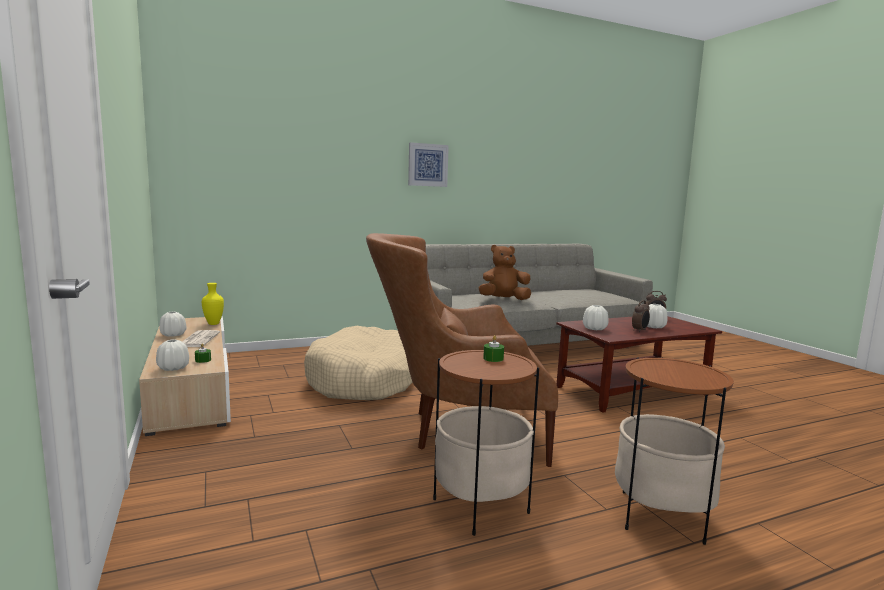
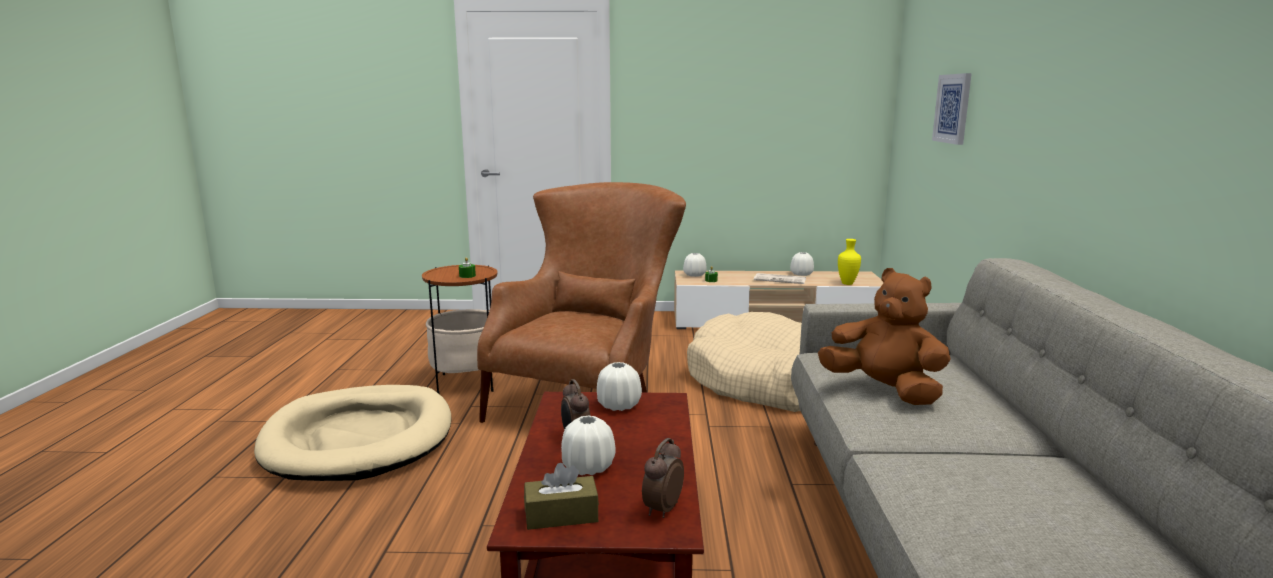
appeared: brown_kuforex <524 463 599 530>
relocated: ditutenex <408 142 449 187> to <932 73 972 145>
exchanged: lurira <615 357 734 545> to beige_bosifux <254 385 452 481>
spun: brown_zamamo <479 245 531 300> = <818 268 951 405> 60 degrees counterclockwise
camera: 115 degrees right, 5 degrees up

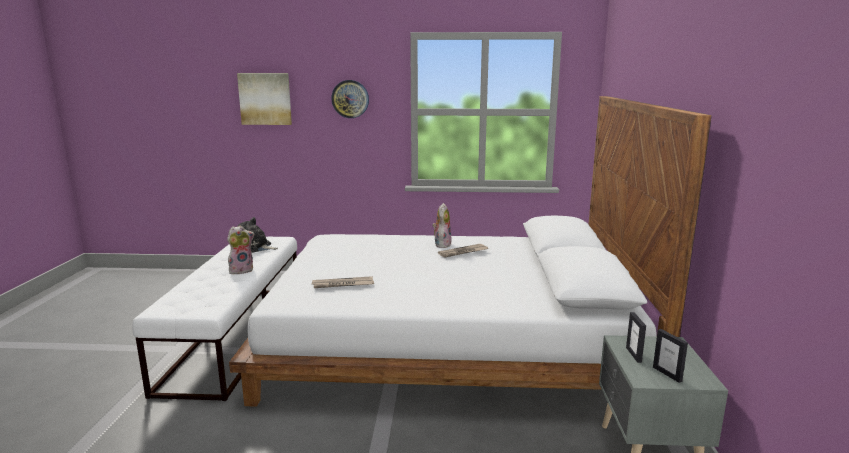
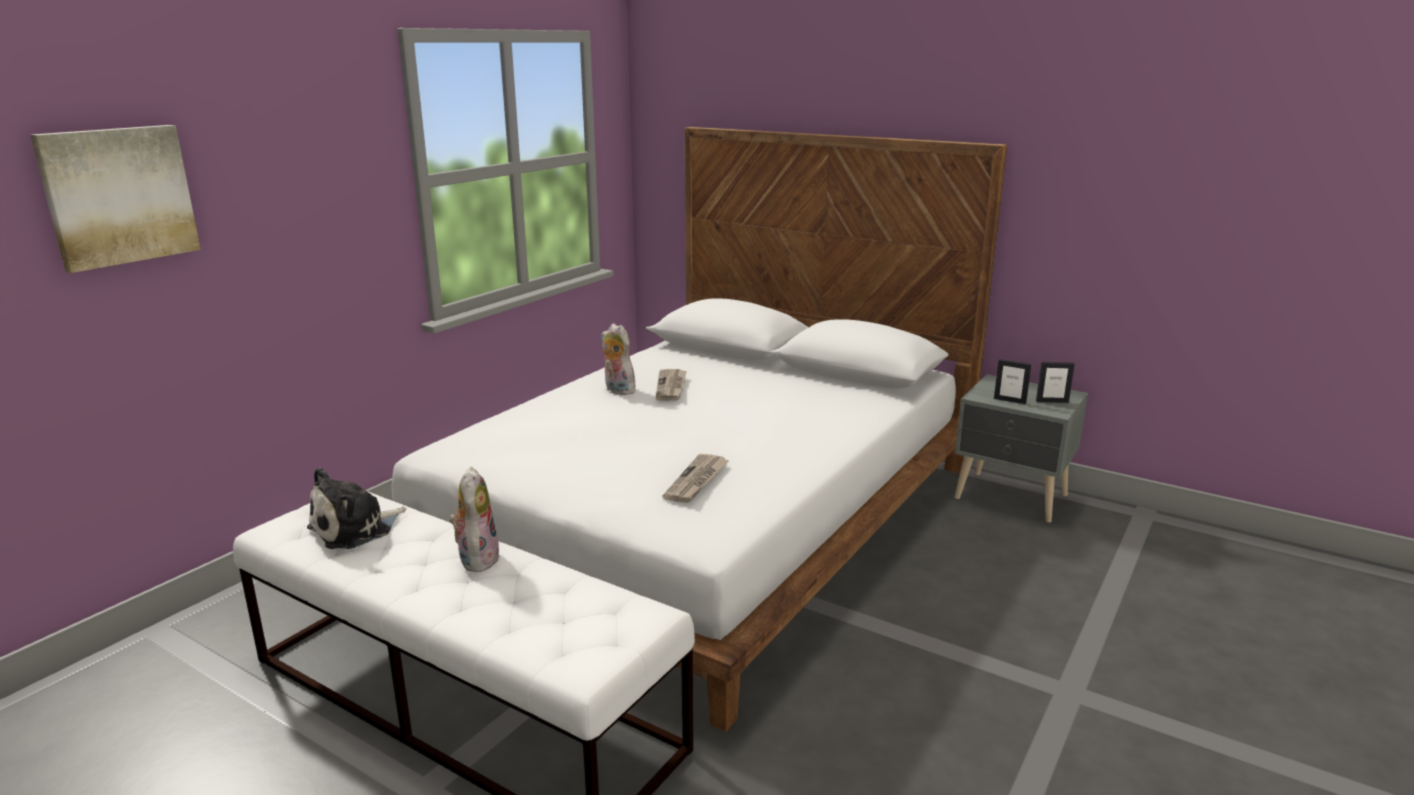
missing: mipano <331 80 369 118>
camera: 60 degrees left, 5 degrees up

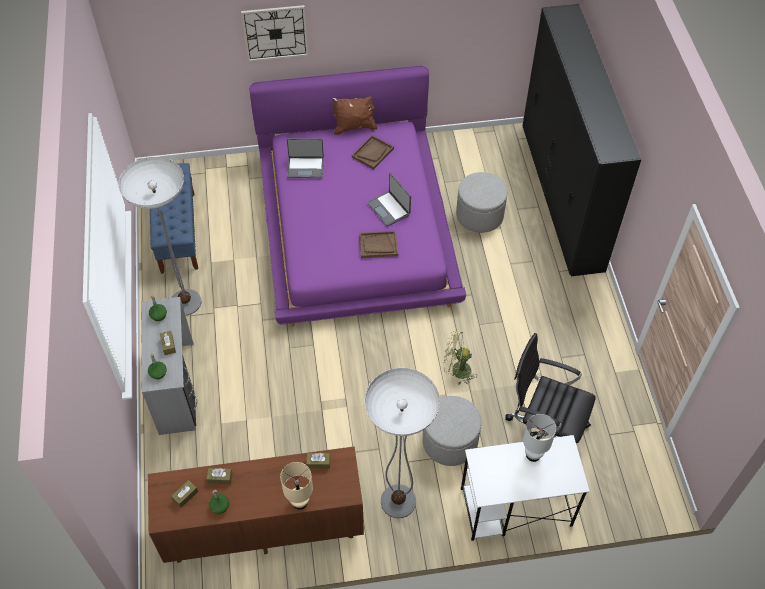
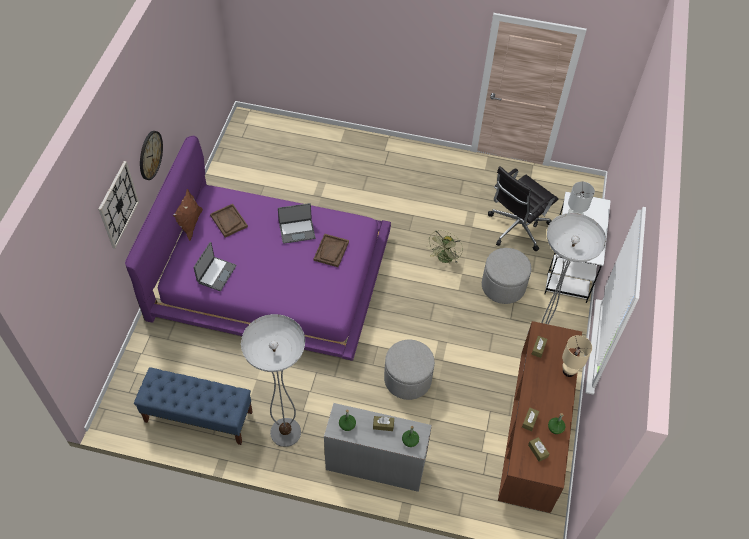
missing: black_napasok <522 4 641 276>
appeared: mipano <140 131 163 180>
relocated: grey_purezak <456 172 508 233> to <384 340 435 400>
camera: 70 degrees left, 0 degrees up

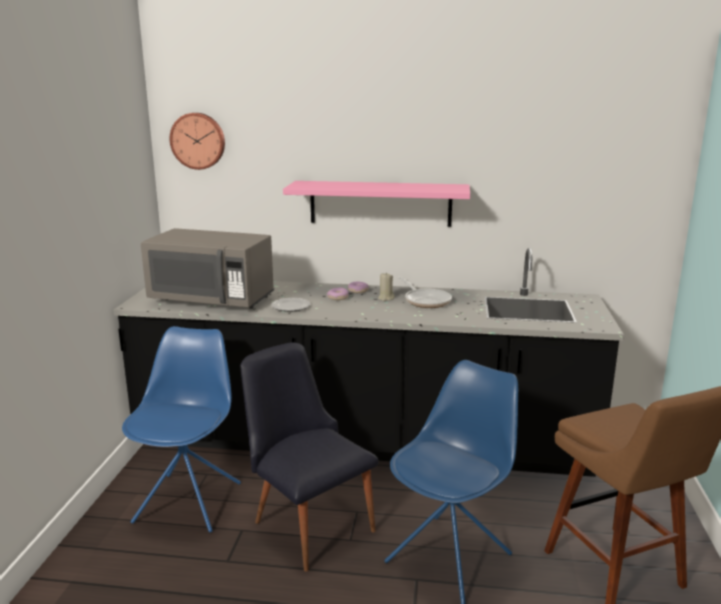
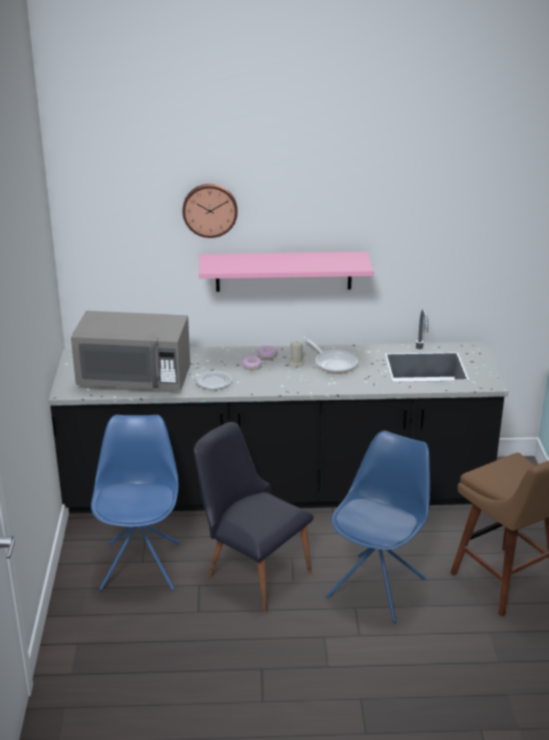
relocated: mipano <170 113 225 170> to <182 184 238 238>
camera: 10 degrees left, 10 degrees up

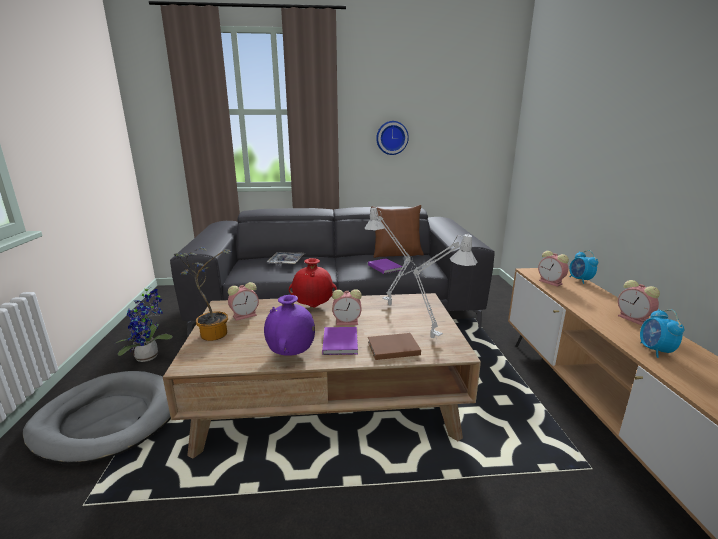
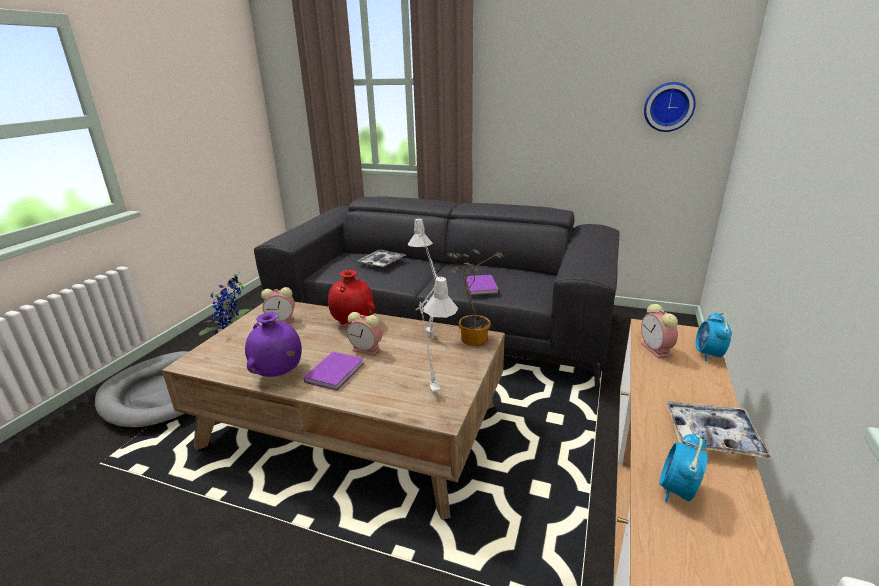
missing: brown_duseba <368 333 421 360>; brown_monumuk <371 205 424 258>
relocated: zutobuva <173 247 231 341> to <447 249 504 346>; mipano <376 121 409 155> to <644 82 696 132>
exchanged: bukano <618 280 660 325> to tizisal <667 401 771 459>
camera: 25 degrees right, 5 degrees up

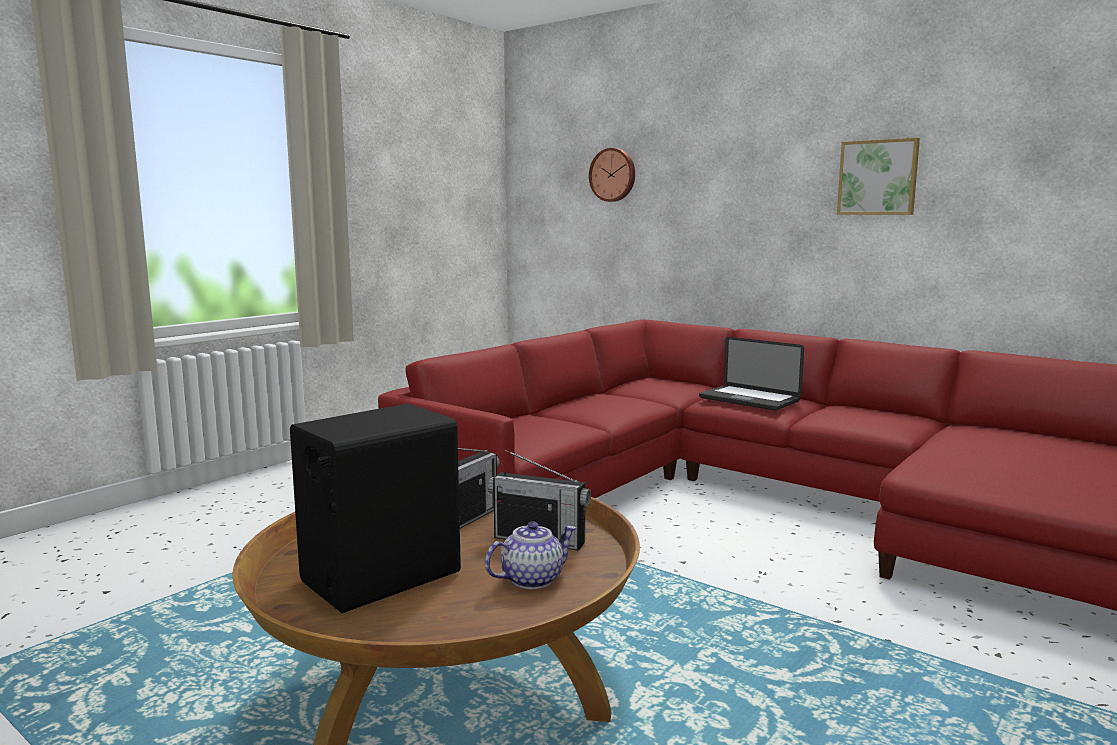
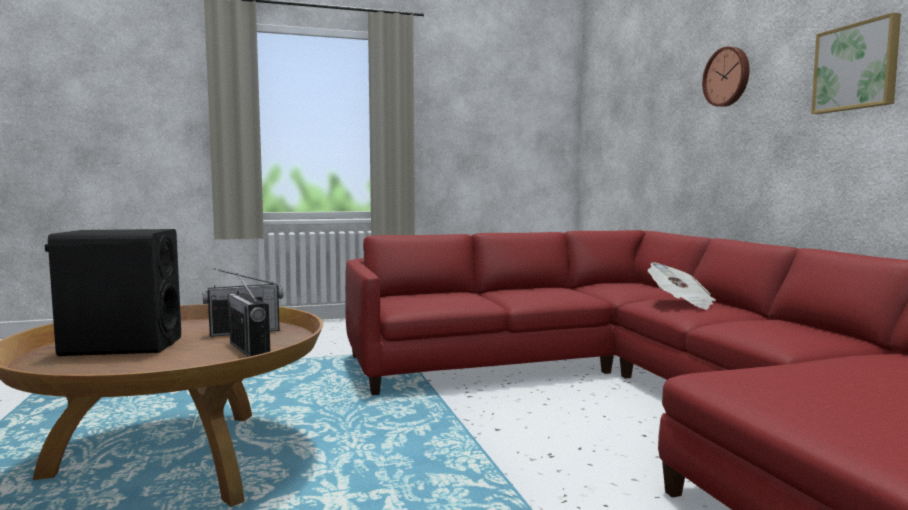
missing: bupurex <485 521 576 589>
relocated: mipano <589 148 635 202> to <702 46 749 107>
exchanged: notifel <699 337 804 411> to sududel <648 262 716 310>
camera: 35 degrees right, 5 degrees down

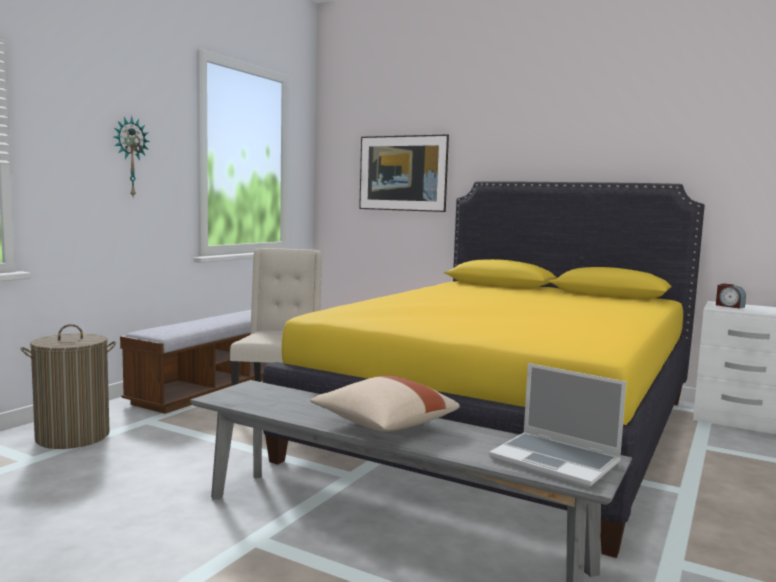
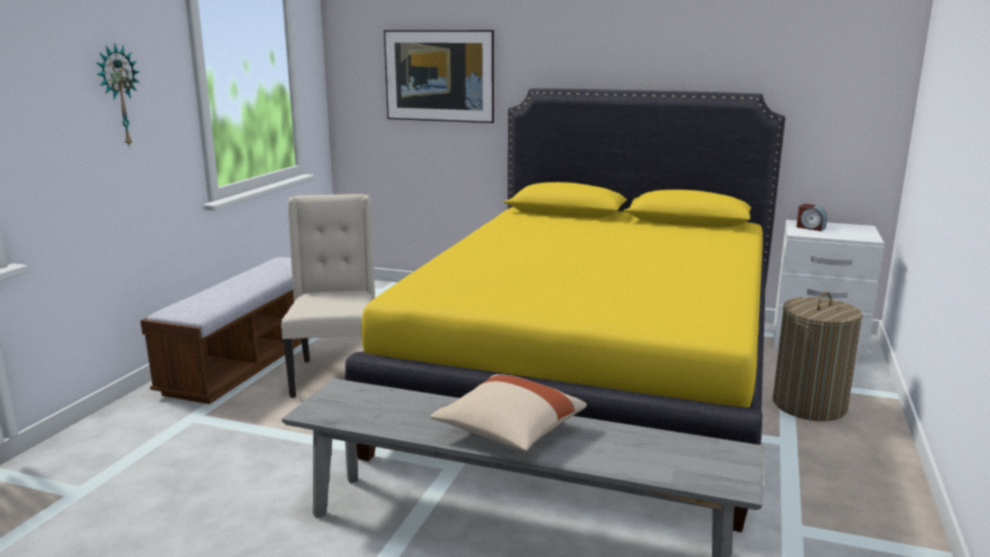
missing: notifel <489 363 626 488>
relocated: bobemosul <20 324 116 449> to <773 292 863 421>
camera: 10 degrees left, 10 degrees up

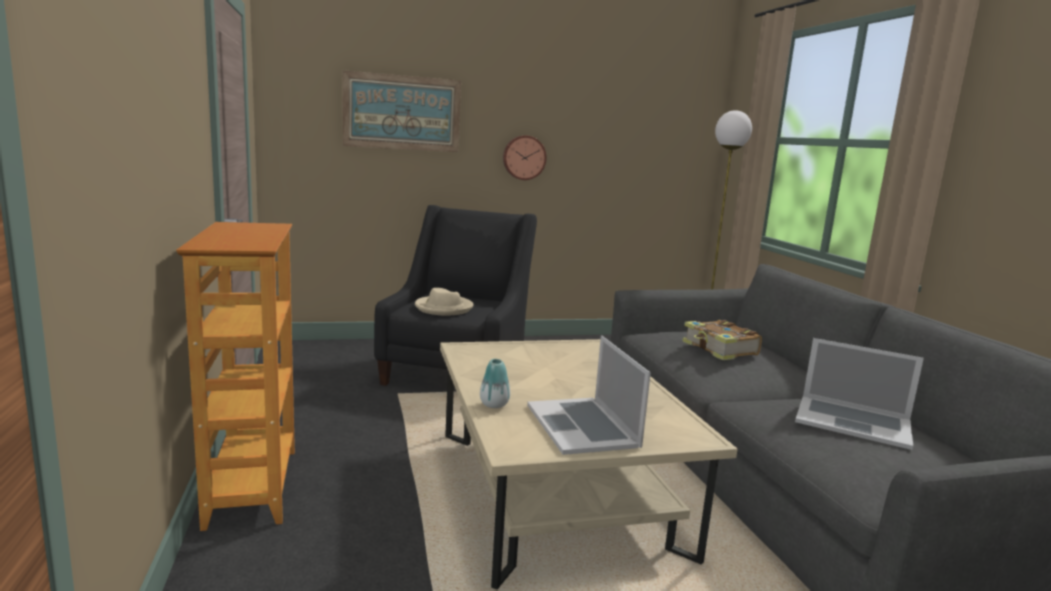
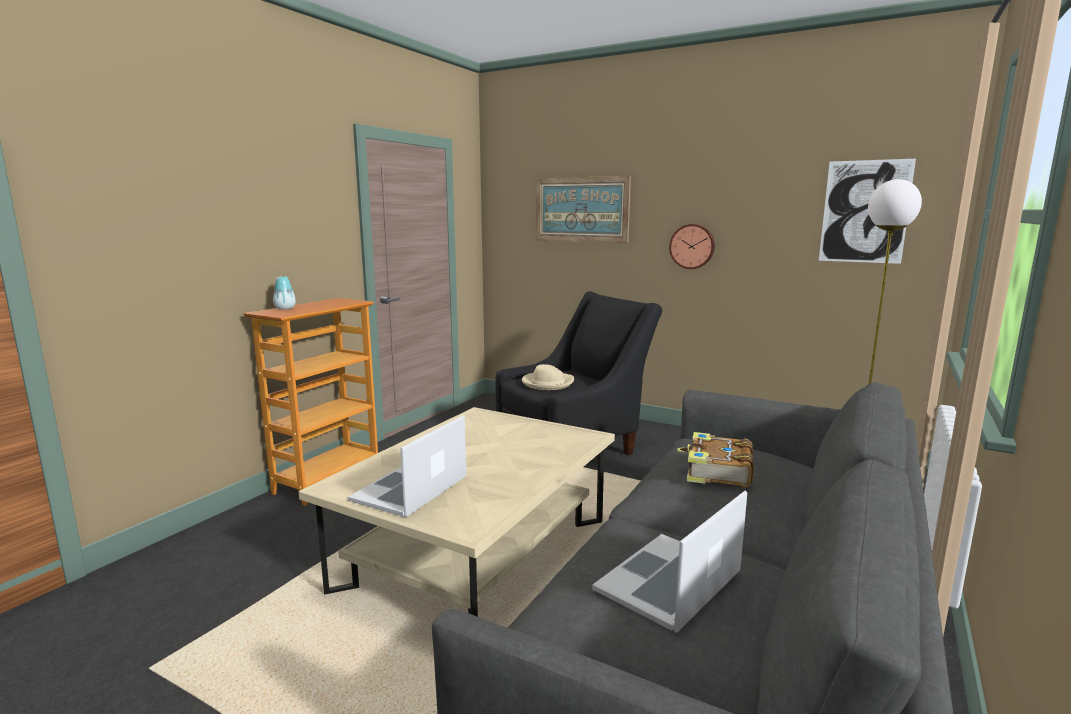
appeared: ditutenex <819 159 916 264>
relocated: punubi <480 359 510 408> to <273 276 296 310>
spun: notifel <795 338 924 450> = <592 491 747 633> 60 degrees clockwise
camera: 45 degrees right, 0 degrees up

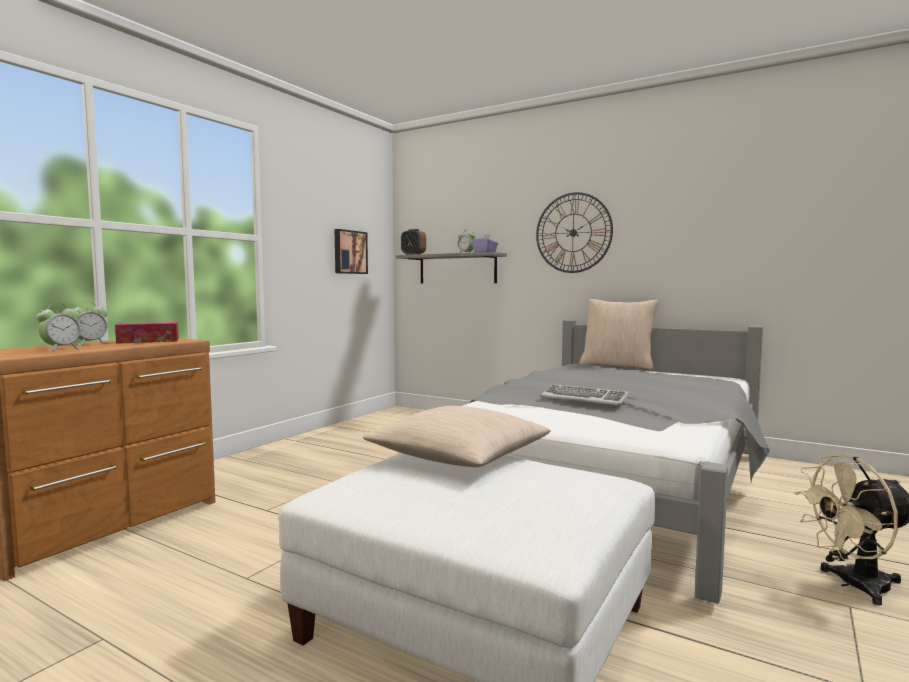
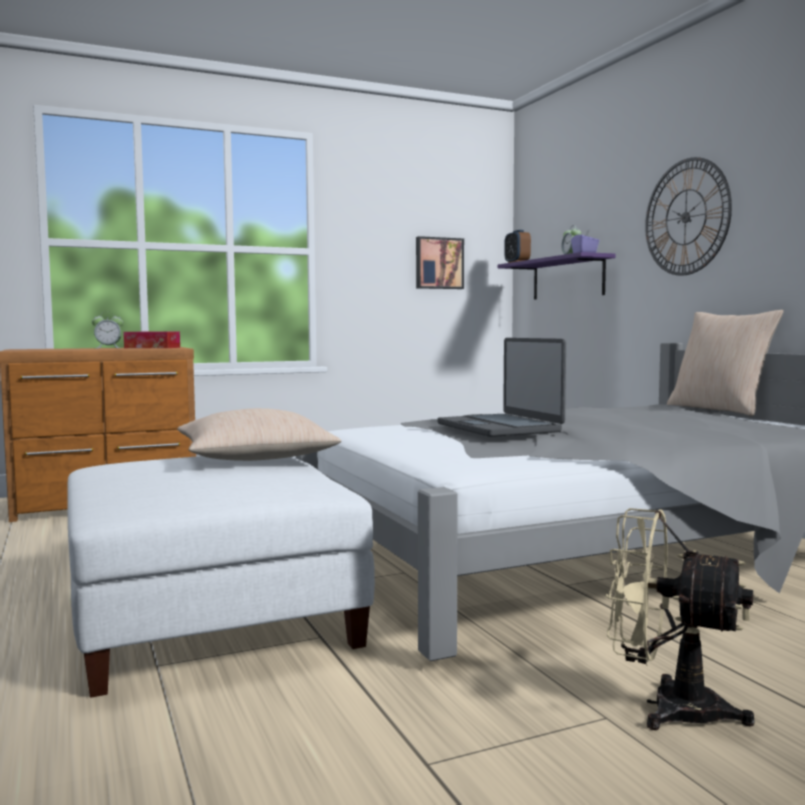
missing: bukano <36 303 81 351>
exchanged: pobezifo <540 384 629 406> to notifel <438 338 566 437>
colour: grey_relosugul <396 252 507 283> to purple_relosugul <498 252 616 299>
camera: 35 degrees right, 0 degrees up

